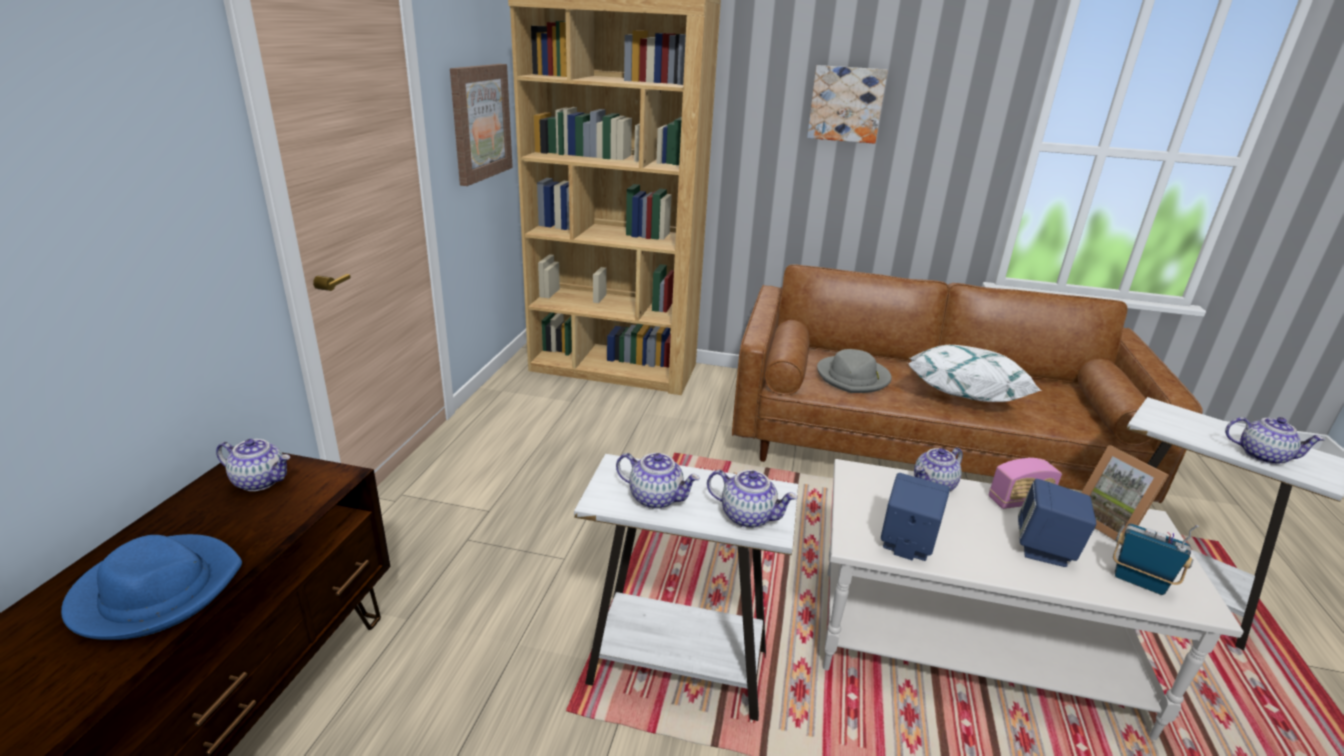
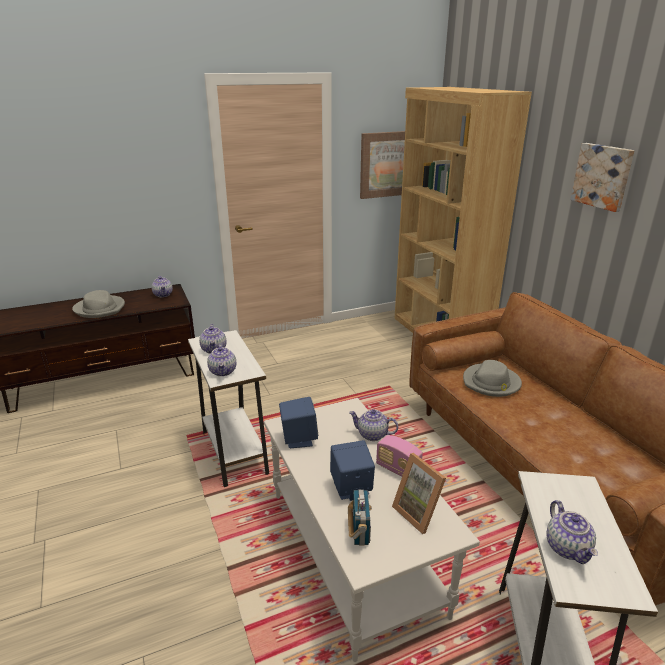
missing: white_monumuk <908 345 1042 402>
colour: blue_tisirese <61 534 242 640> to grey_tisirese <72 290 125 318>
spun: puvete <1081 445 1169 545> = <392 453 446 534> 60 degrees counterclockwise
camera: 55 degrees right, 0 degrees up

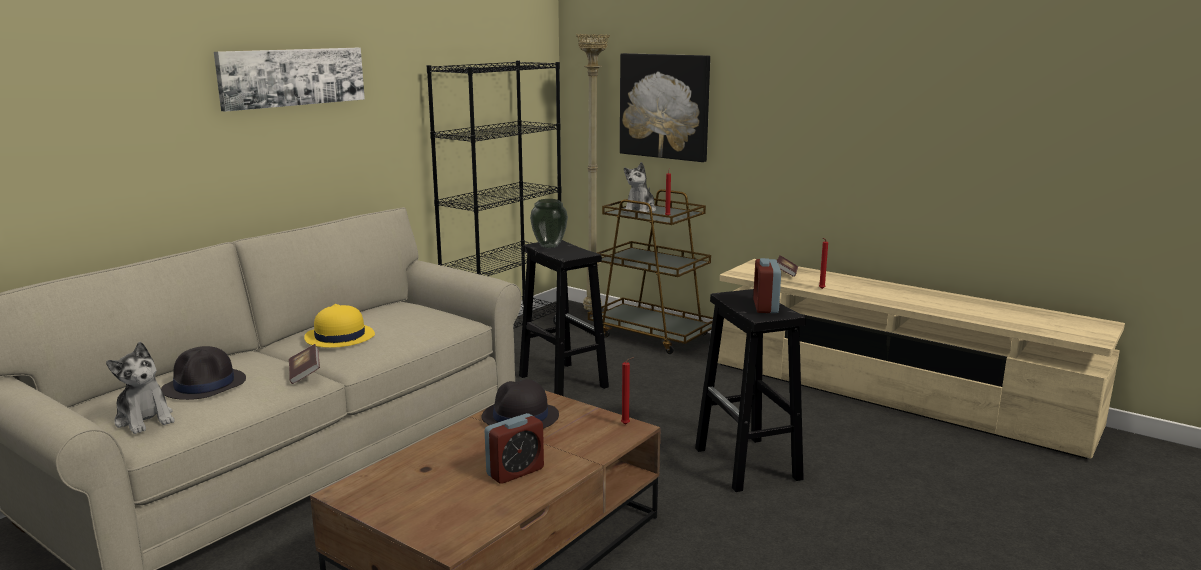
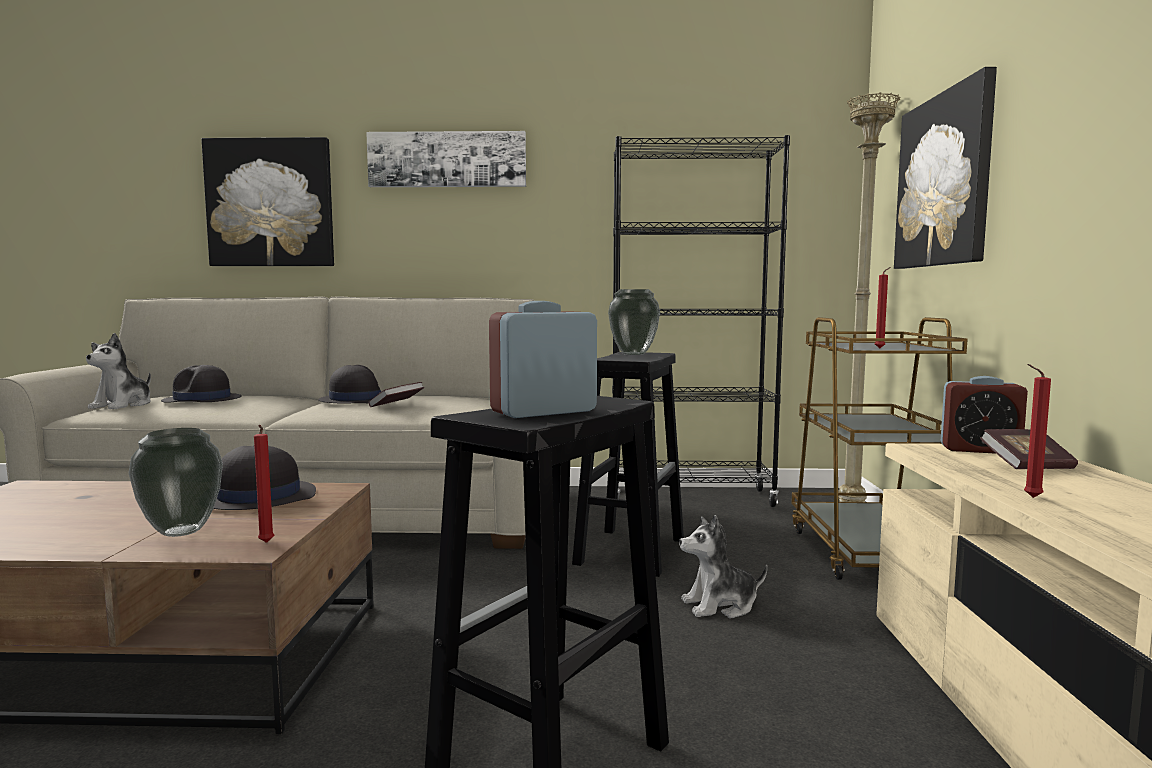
appeared: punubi <129 428 223 537>; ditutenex <201 137 334 266>
relocated: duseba <289 344 320 384> to <369 382 424 407>; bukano <485 413 544 484> to <941 376 1028 454>; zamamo <624 162 656 215> to <679 515 767 619>
colour: yellow_tisirese <304 304 375 348> to black_tisirese <318 365 381 404>
camera: 55 degrees right, 10 degrees down

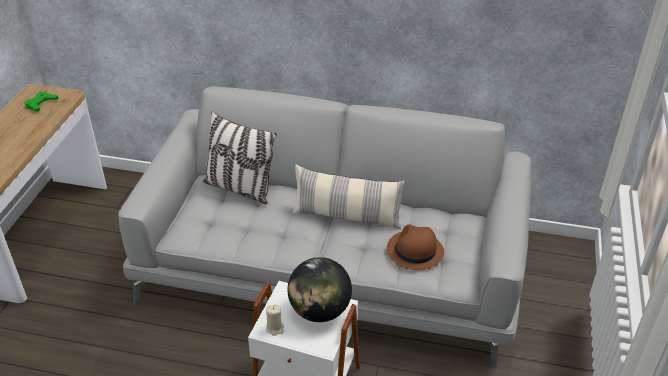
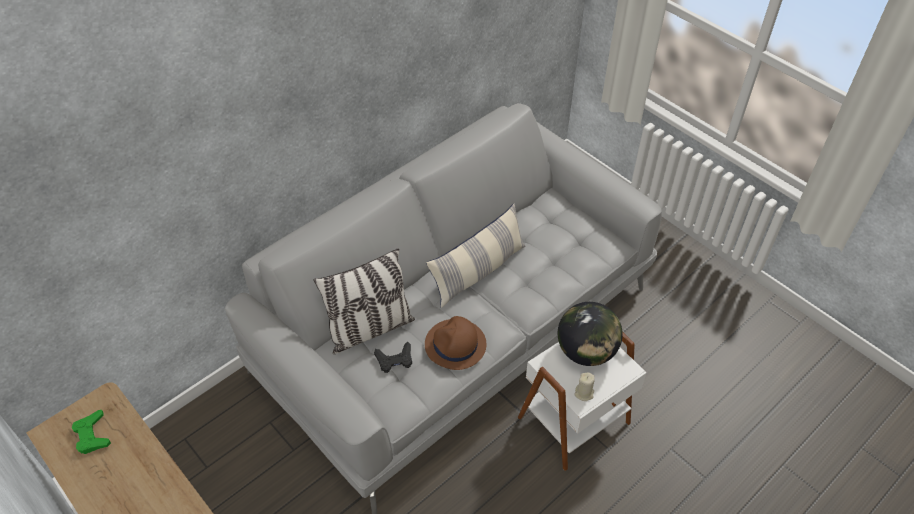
appeared: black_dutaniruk <374 342 412 373>
relocated: brown_tisirese <387 224 444 270> to <425 316 486 370>
camera: 55 degrees left, 10 degrees up

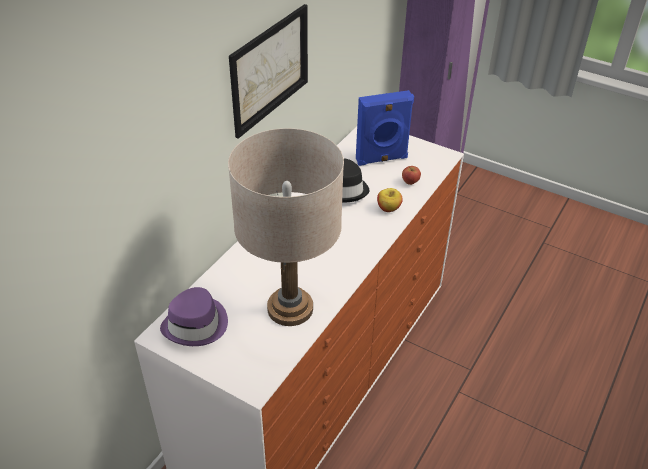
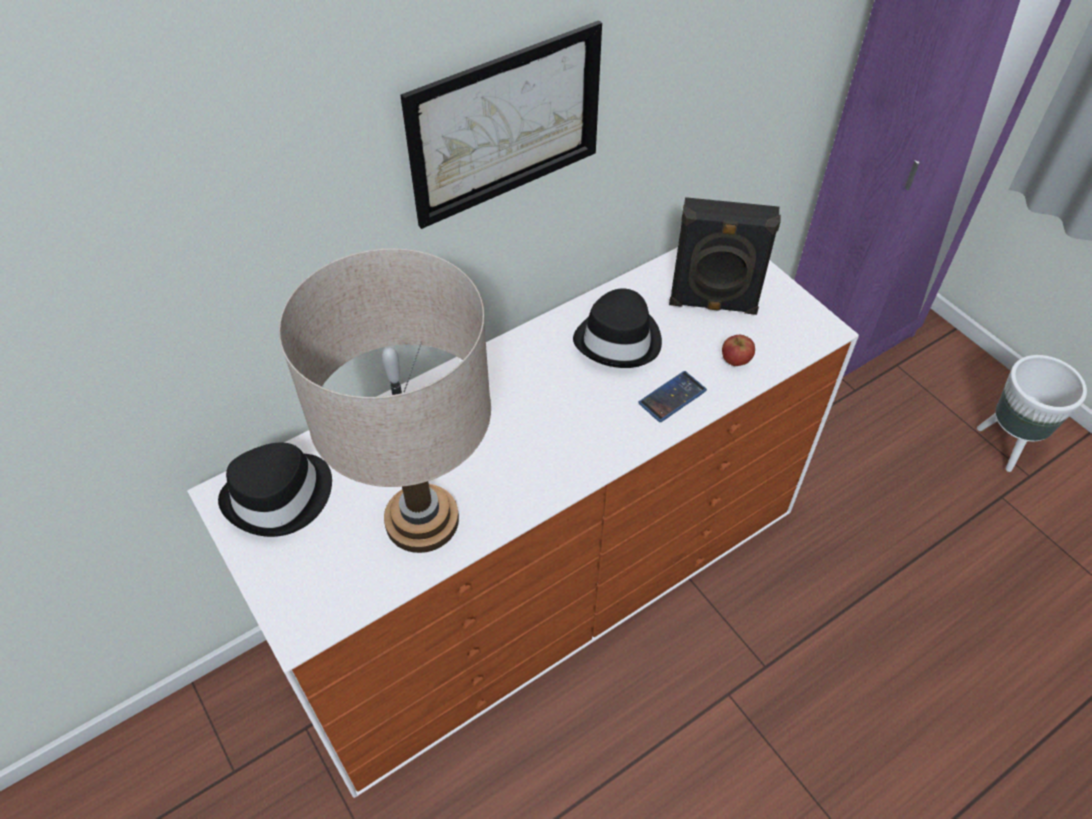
appeared: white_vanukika <977 355 1087 472>
exchanged: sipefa <377 188 403 212> to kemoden <638 371 707 422>
colour: purple_tisirese <160 287 228 346> to black_tisirese <218 443 332 537>; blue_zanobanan <356 90 414 166> to black_zanobanan <669 197 781 315>
camera: 25 degrees right, 10 degrees up

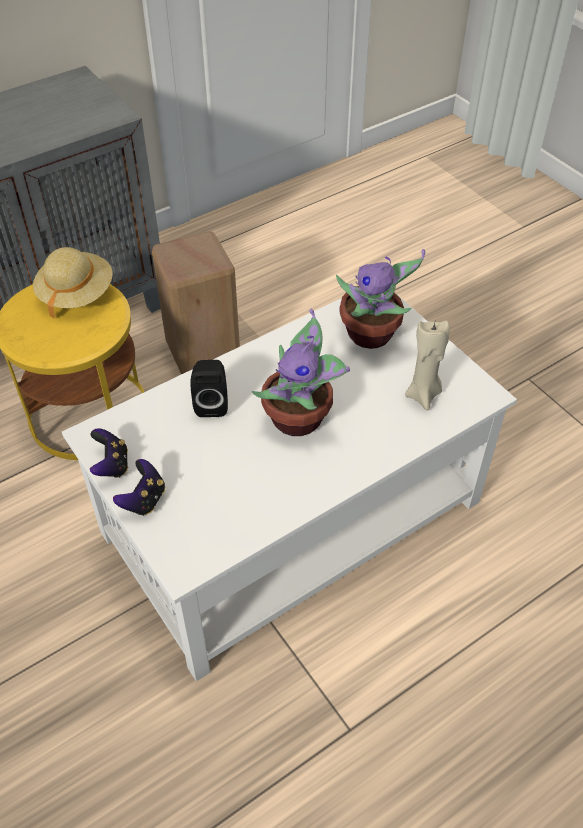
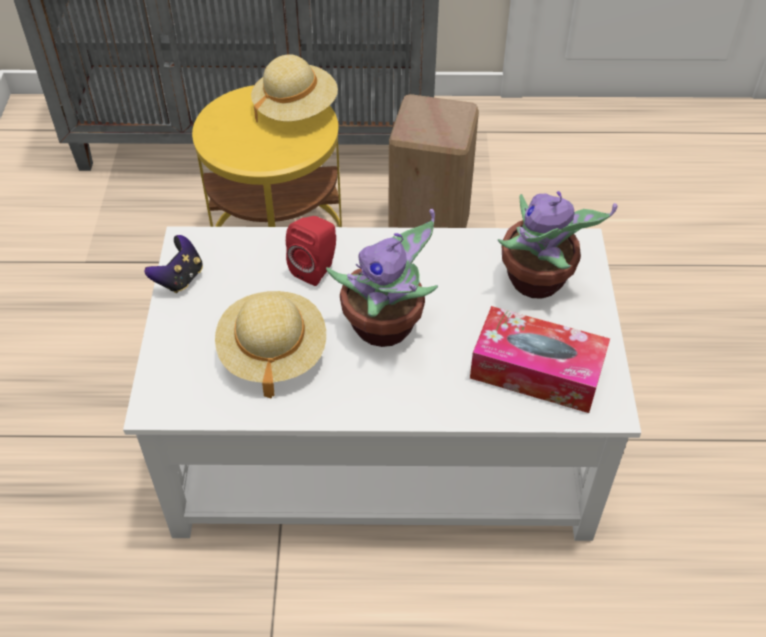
missing: dutaniruk <113 459 165 516>
appeared: beige_tisirese <215 291 326 398>
exchanged: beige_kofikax <405 321 449 411> to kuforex <470 306 610 413>
colour: black_zanobanan <190 360 228 417> to red_zanobanan <286 216 336 286>
camera: 35 degrees right, 0 degrees up

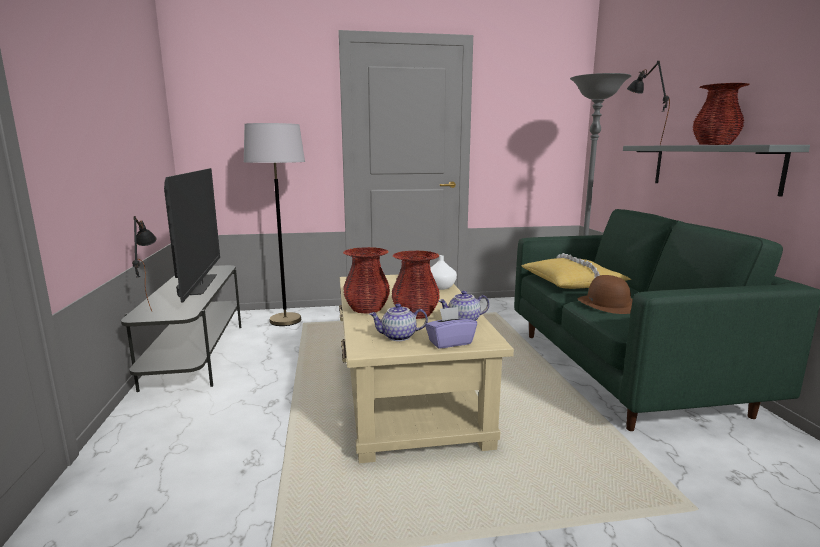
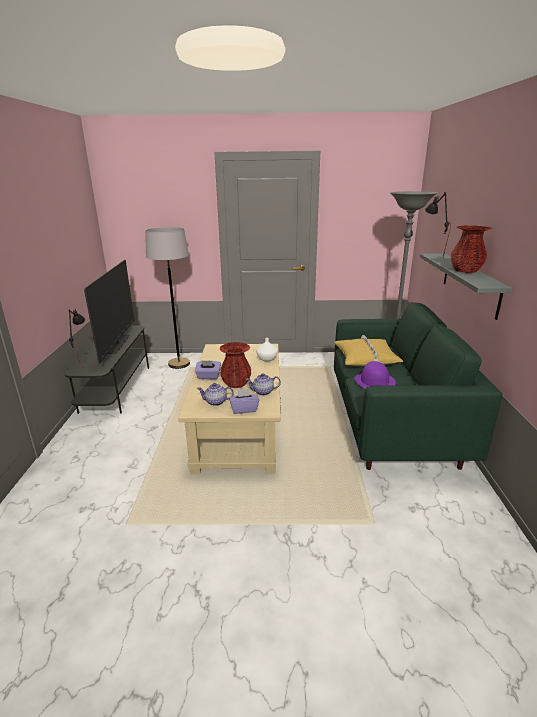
exchanged: red_punubi <343 247 390 314> to purple_kuforex <195 360 221 379>
colour: brown_tisirese <577 275 633 314> to purple_tisirese <355 361 396 389>
camera: 10 degrees right, 10 degrees up

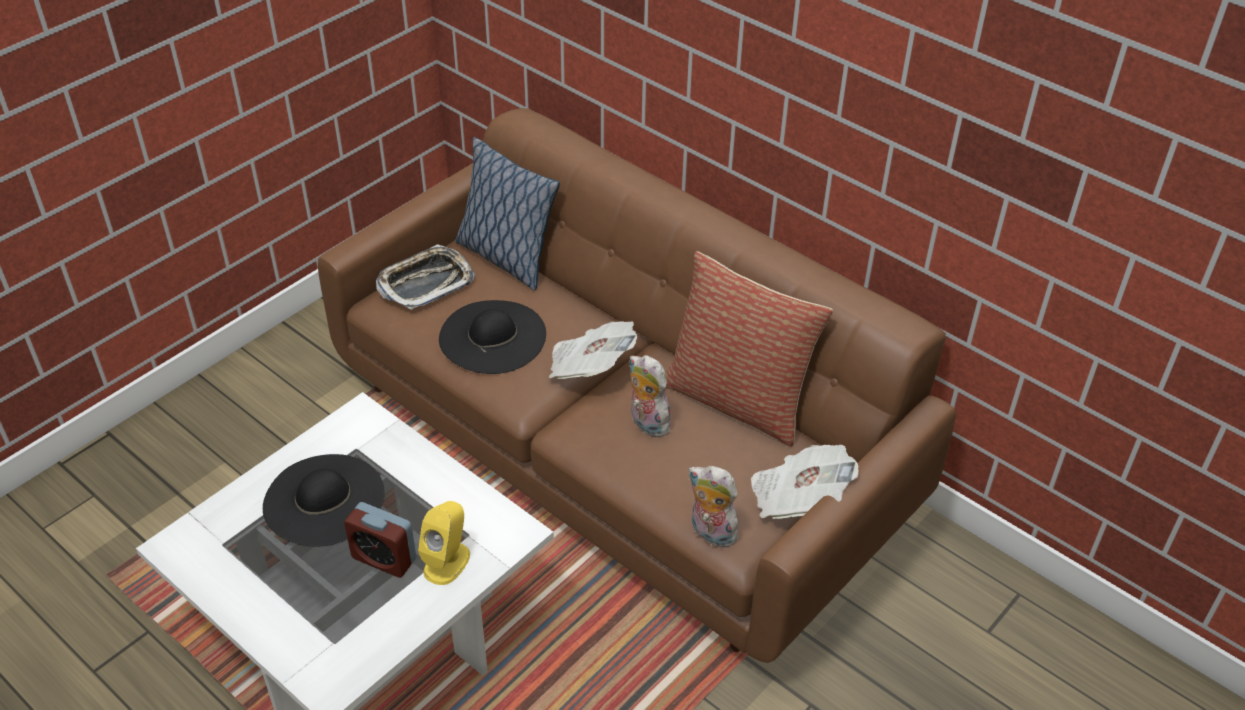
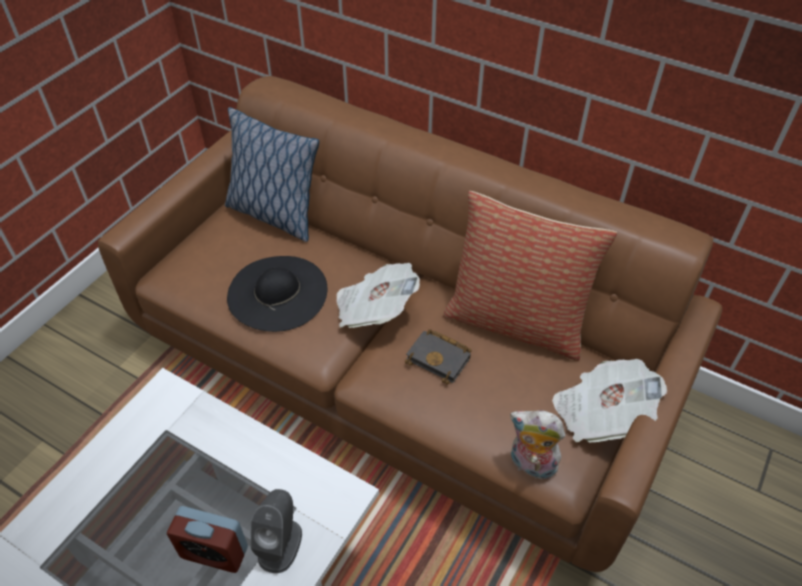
missing: black_tisirese <263 454 384 547>; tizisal <376 244 475 310>
exchanged: zamamo <630 355 671 438> to black_duseba <405 329 471 384>
colour: yellow_zanobanan <418 501 470 585> to grey_zanobanan <251 489 302 573>
camera: 10 degrees left, 5 degrees up

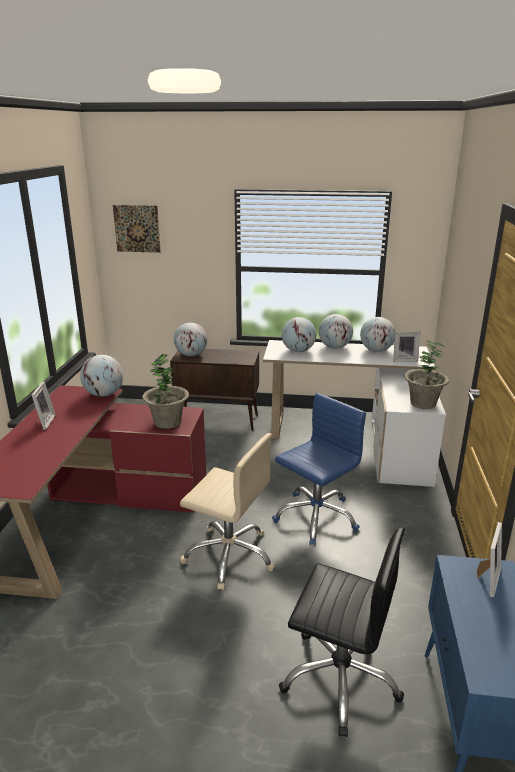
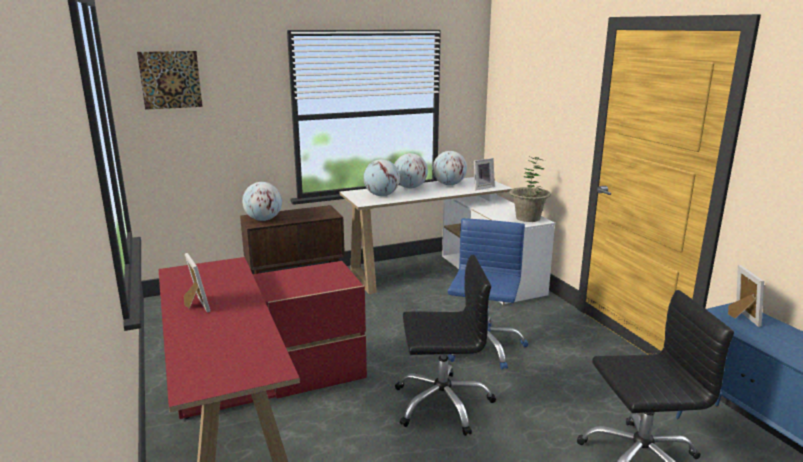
missing: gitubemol <80 355 123 397>; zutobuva <142 354 189 429>
colour: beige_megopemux <180 433 275 590> to black_megopemux <395 255 496 436>
camera: 30 degrees left, 5 degrees down

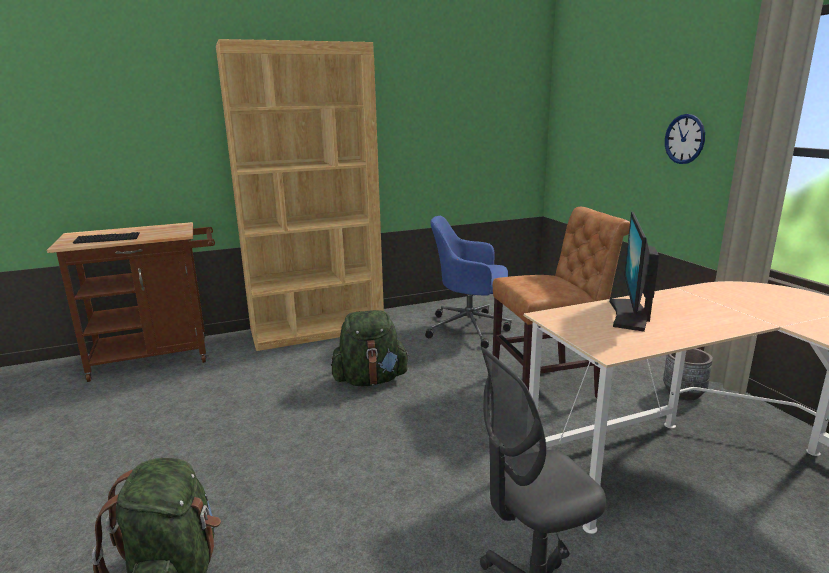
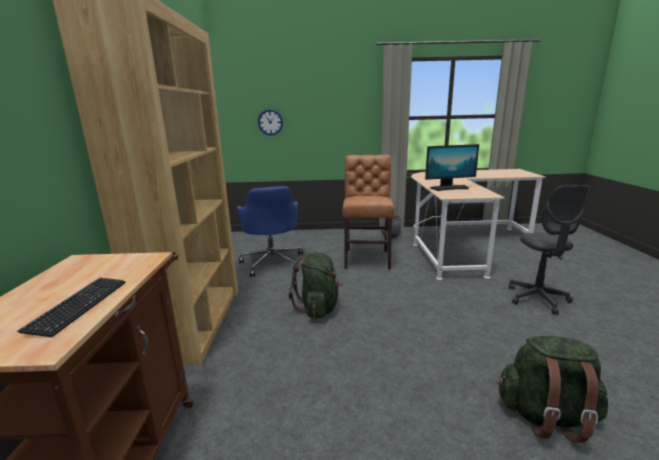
relocated: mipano <665 114 705 164> to <258 109 283 135>
spun: blue_megopemux <425 216 512 349> = <237 186 303 277> 45 degrees counterclockwise; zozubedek <609 212 659 332> = <425 144 479 191> 45 degrees counterclockwise
camera: 70 degrees left, 0 degrees up

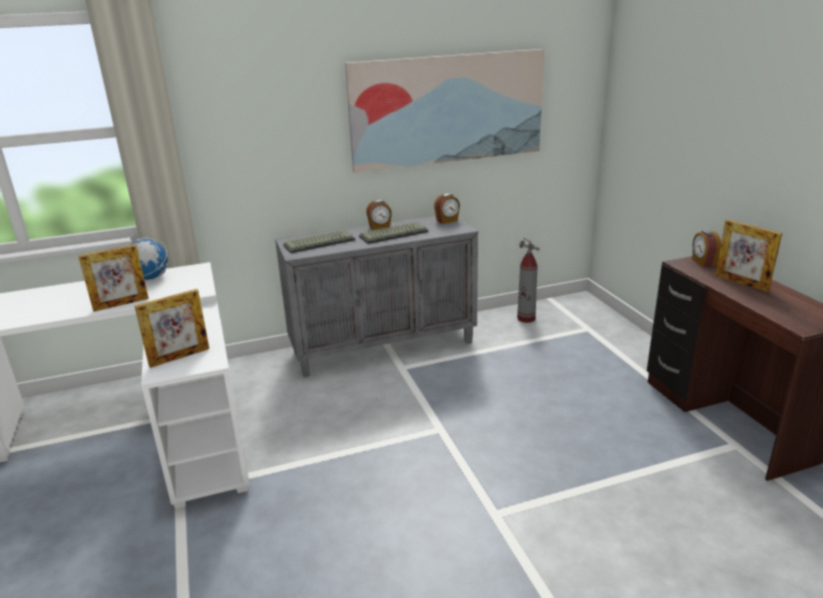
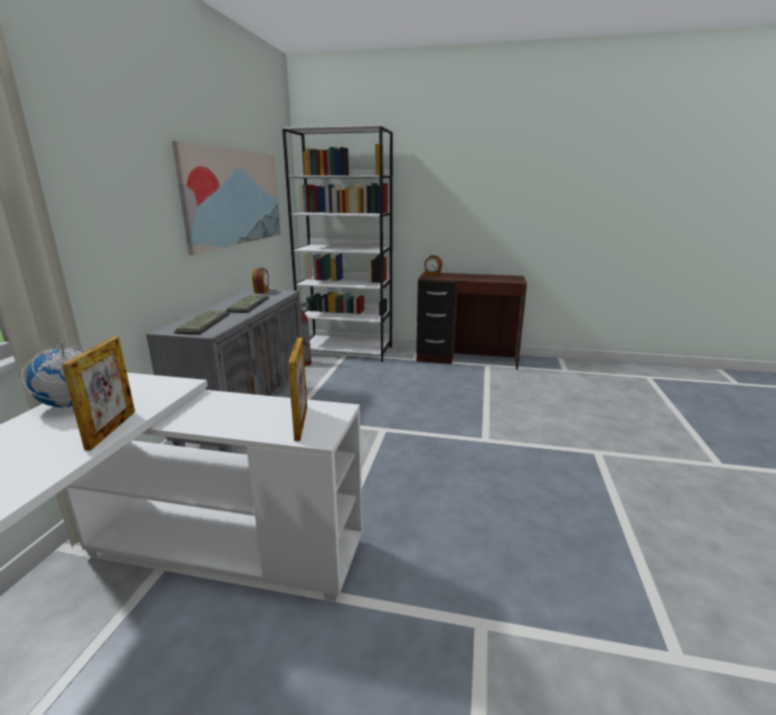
missing: bukano <366 200 392 231>; puvete <715 220 782 292>
appeared: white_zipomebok <282 125 393 362>
camera: 60 degrees left, 5 degrees down

